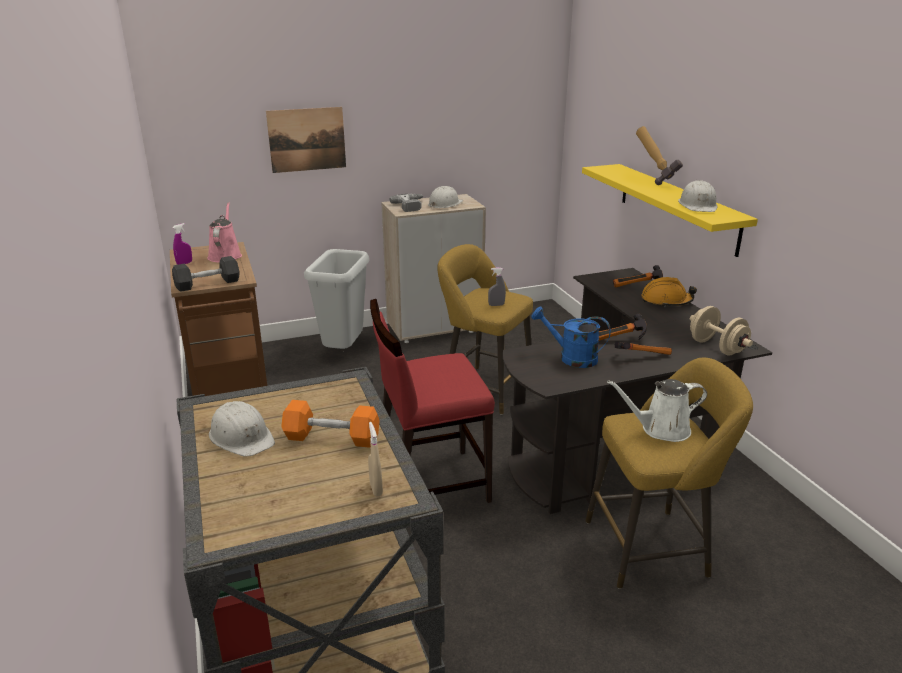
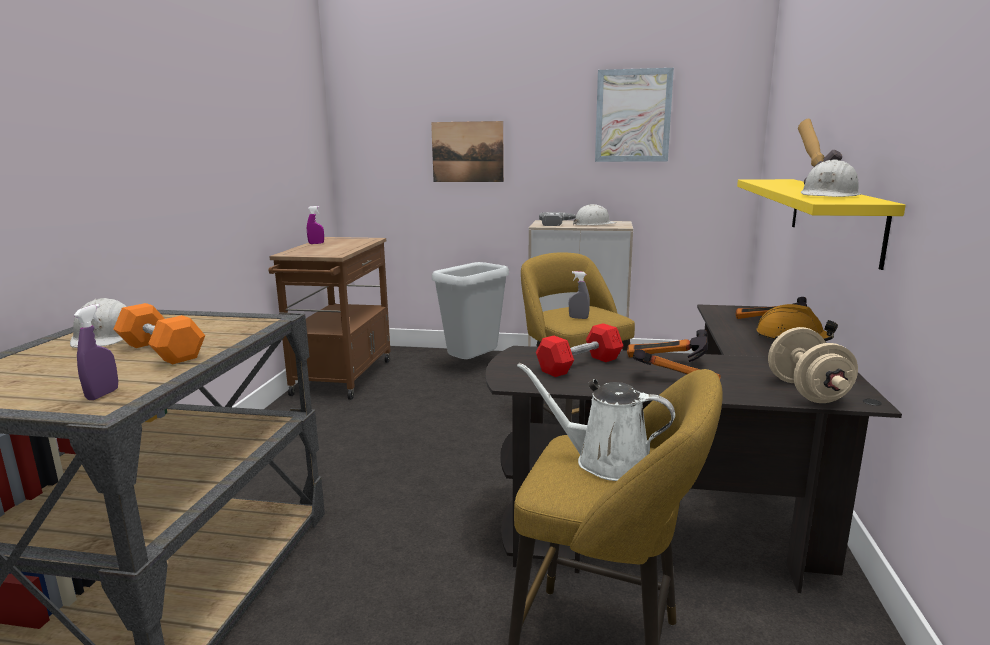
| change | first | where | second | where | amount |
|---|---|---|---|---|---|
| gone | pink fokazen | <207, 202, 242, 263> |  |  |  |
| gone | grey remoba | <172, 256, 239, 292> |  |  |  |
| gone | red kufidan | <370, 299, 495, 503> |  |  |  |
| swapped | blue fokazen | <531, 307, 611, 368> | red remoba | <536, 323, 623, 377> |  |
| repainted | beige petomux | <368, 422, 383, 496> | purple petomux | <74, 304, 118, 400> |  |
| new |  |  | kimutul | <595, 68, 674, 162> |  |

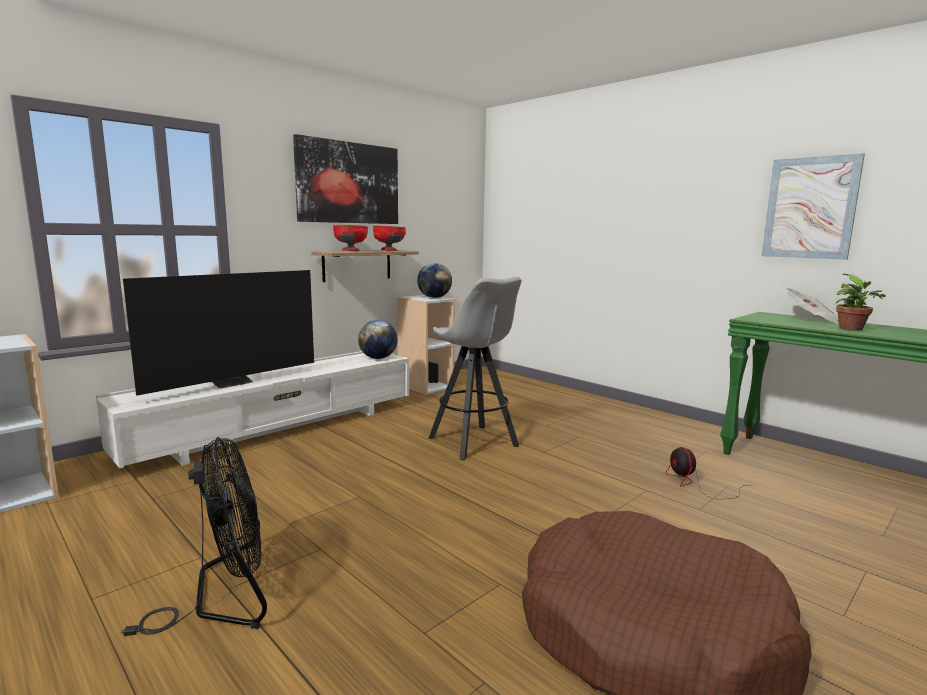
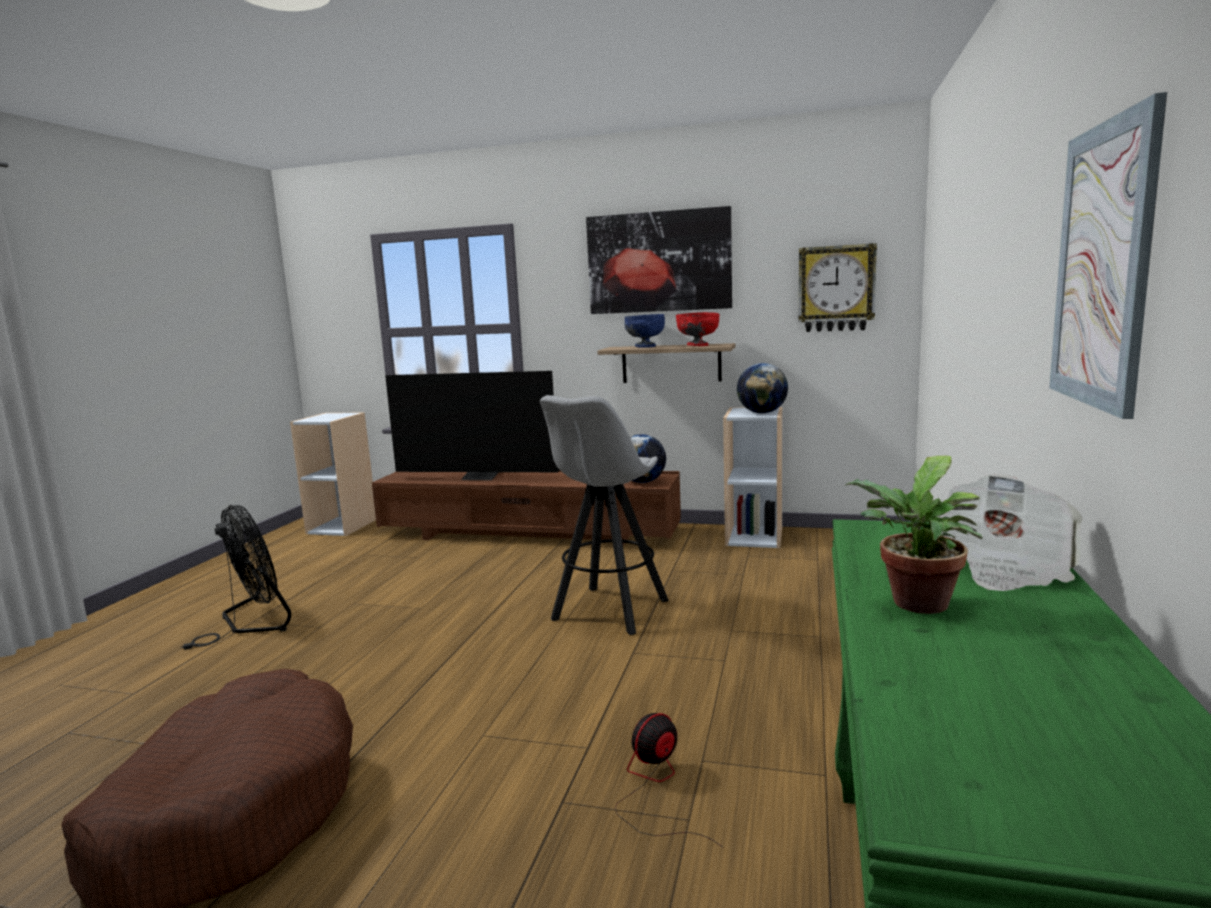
| change | first | where | second | where | amount |
|---|---|---|---|---|---|
| repainted | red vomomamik | <333, 225, 368, 251> | blue vomomamik | <625, 314, 665, 348> |  |
| repainted | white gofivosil | <96, 351, 409, 468> | brown gofivosil | <372, 470, 681, 545> |  |
| rotated | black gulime | <121, 437, 267, 636> |  | <181, 505, 291, 650> | 75 degrees counterclockwise |
| new |  |  | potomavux | <798, 243, 877, 332> |  |

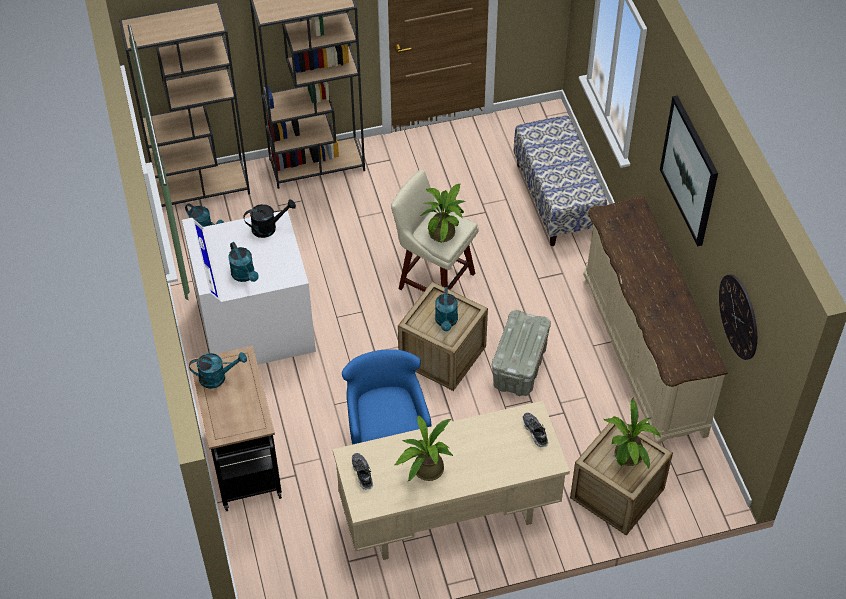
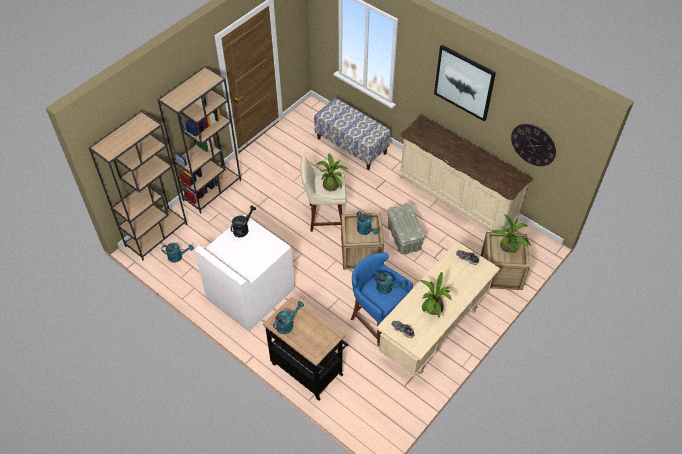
| change | first | where | second | where | amount |
|---|---|---|---|---|---|
| shifted | turquoise fokazen | <228, 242, 259, 282> |  | <373, 272, 407, 294> |  |

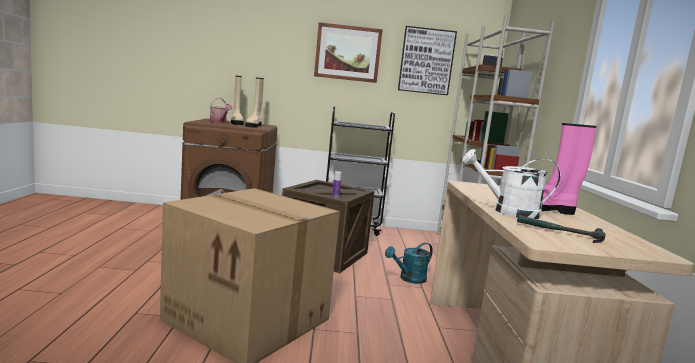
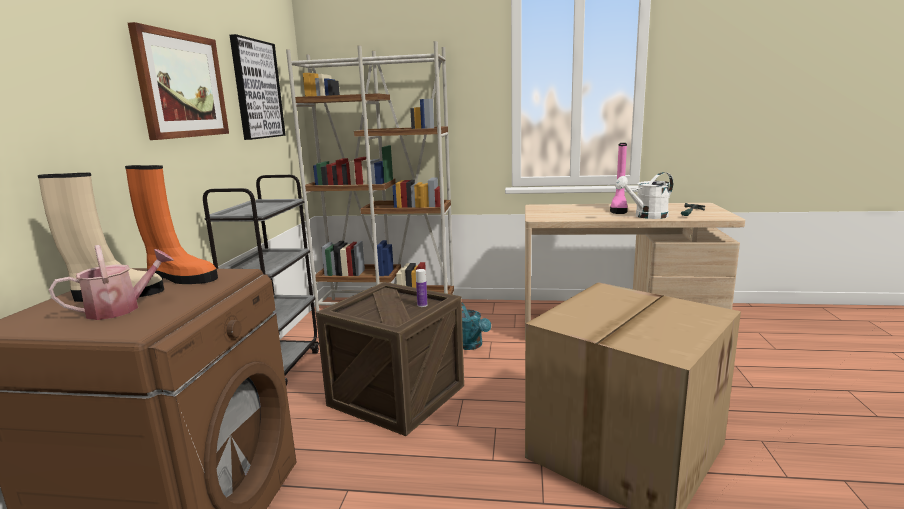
| change | first | where | second | where | amount |
|---|---|---|---|---|---|
| repainted | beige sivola | <245, 77, 264, 128> | orange sivola | <125, 165, 218, 284> |  |
| rotated | white fokazen | <462, 149, 561, 219> |  | <615, 172, 673, 219> | 45 degrees clockwise |

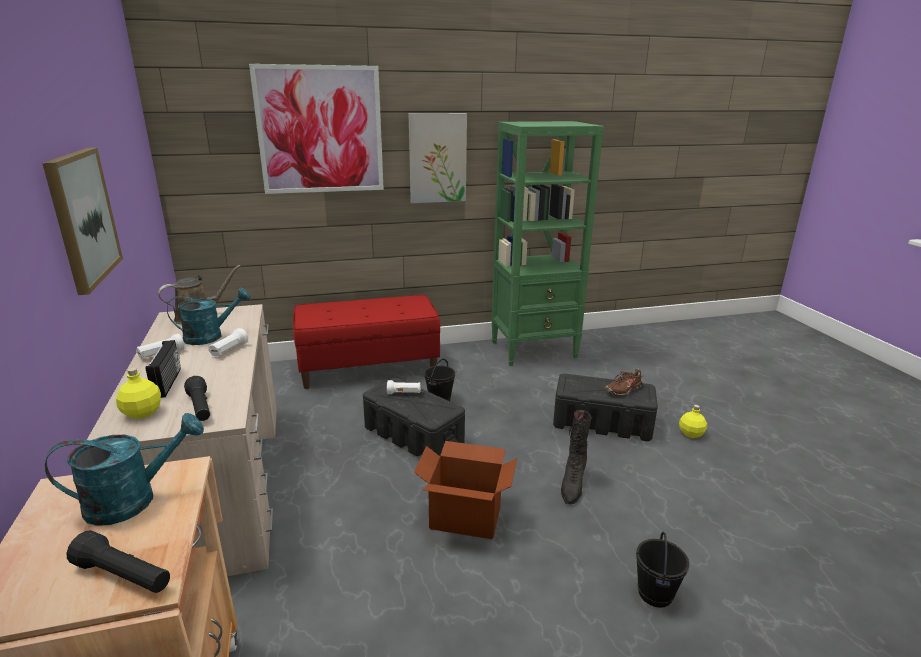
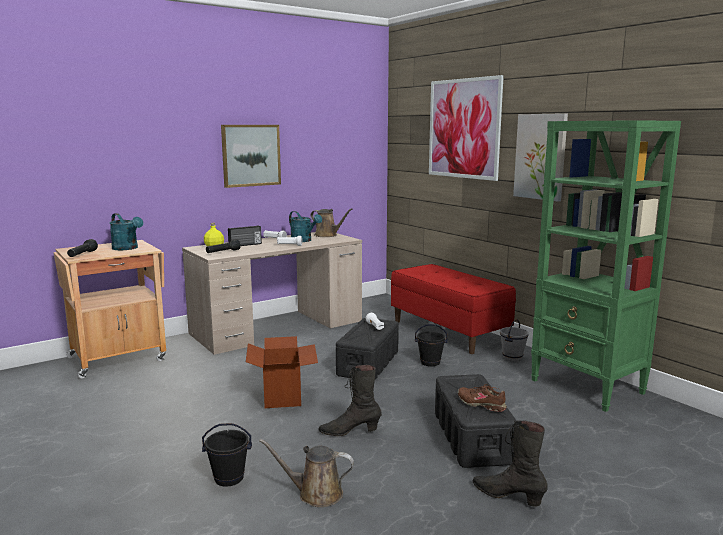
| change | first | where | second | where | amount |
|---|---|---|---|---|---|
| swapped | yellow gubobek | <679, 405, 707, 438> | black sivola | <473, 421, 548, 507> |  |
| new |  |  | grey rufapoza | <500, 319, 529, 361> |  |
| new |  |  | brown fokazen | <259, 439, 354, 507> |  |

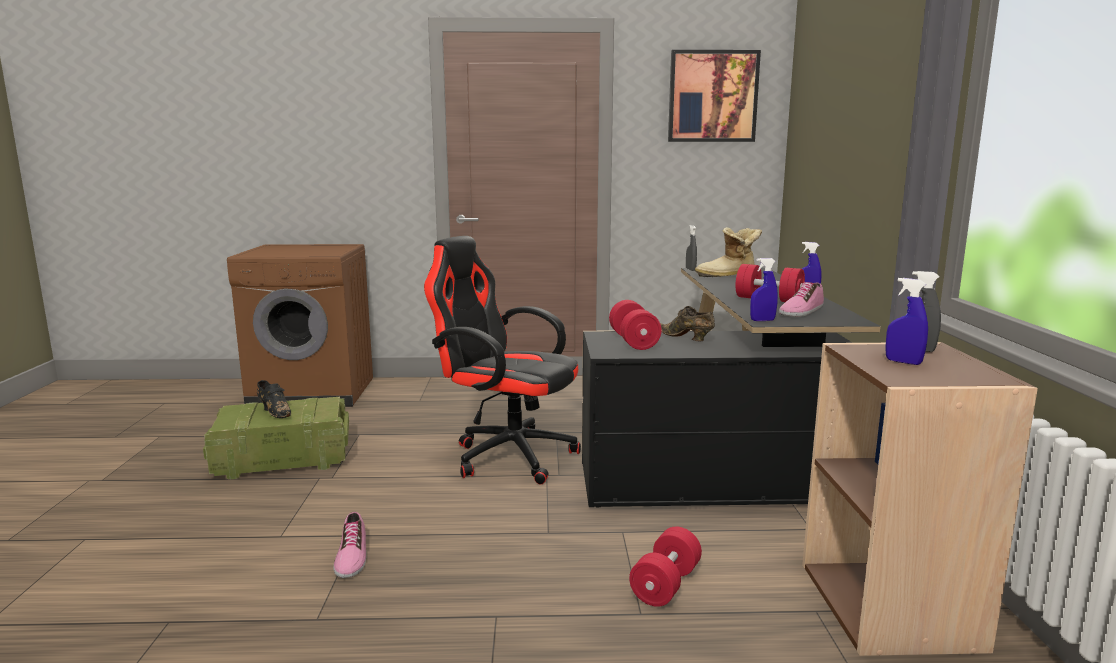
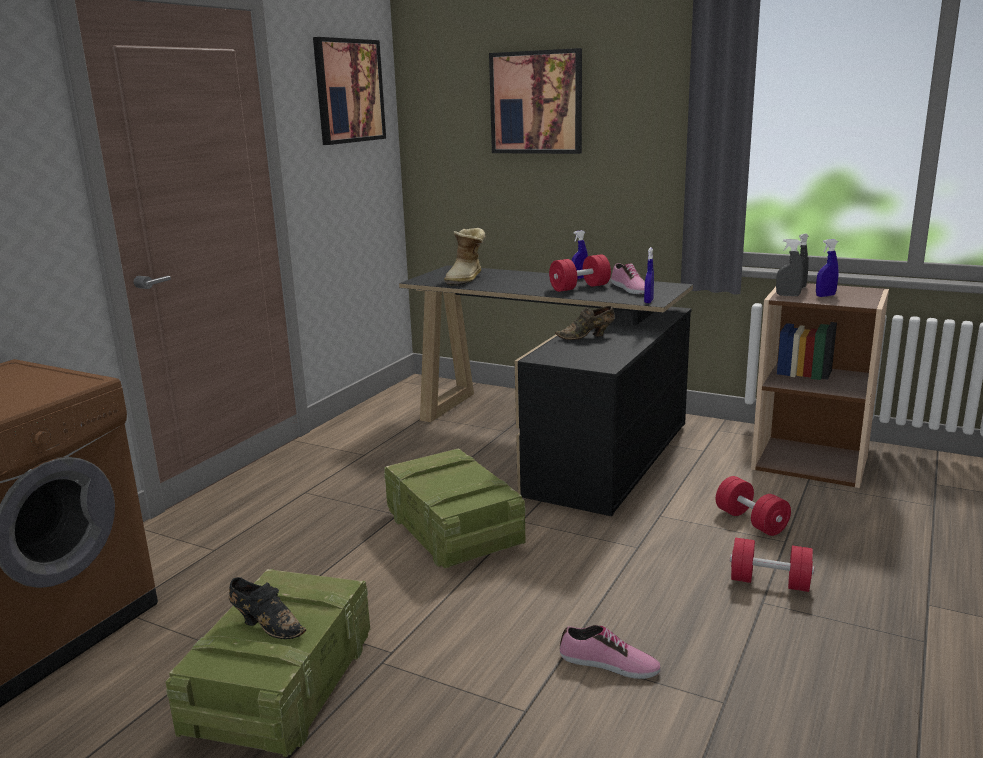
| change | first | where | second | where | amount |
|---|---|---|---|---|---|
| shifted | grey petomux | <686, 225, 697, 271> |  | <776, 239, 803, 296> |  |
| swapped | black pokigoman | <424, 236, 581, 484> | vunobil | <384, 448, 526, 568> |  |
| shifted | red remoba | <609, 300, 662, 350> |  | <730, 538, 814, 592> |  |
| rotated | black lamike | <257, 380, 291, 418> |  | <229, 577, 306, 639> | 45 degrees clockwise |
| new |  |  | kimutul | <489, 48, 582, 154> |  |

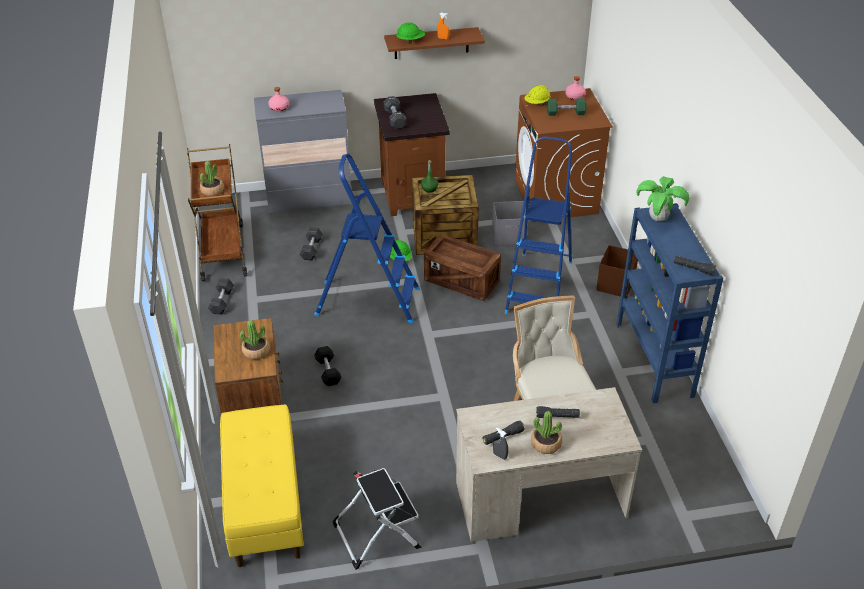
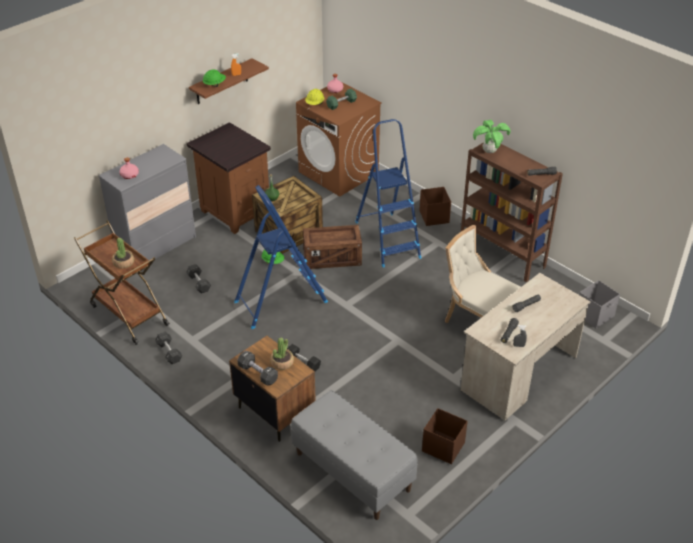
| change | first | where | second | where | amount |
|---|---|---|---|---|---|
| shifted | black remoba | <384, 96, 407, 129> |  | <238, 351, 278, 386> |  |
| shifted | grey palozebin | <492, 201, 528, 246> |  | <579, 280, 620, 328> |  |
| repainted | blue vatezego | <616, 203, 723, 403> | brown vatezego | <461, 142, 563, 282> |  |
| repainted | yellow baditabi | <220, 404, 304, 567> | grey baditabi | <291, 390, 418, 520> |  |
| gone | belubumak | <531, 411, 562, 454> |  |  |  |
| swapped | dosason | <332, 468, 421, 570> | brown palozebin | <422, 408, 468, 464> |  |

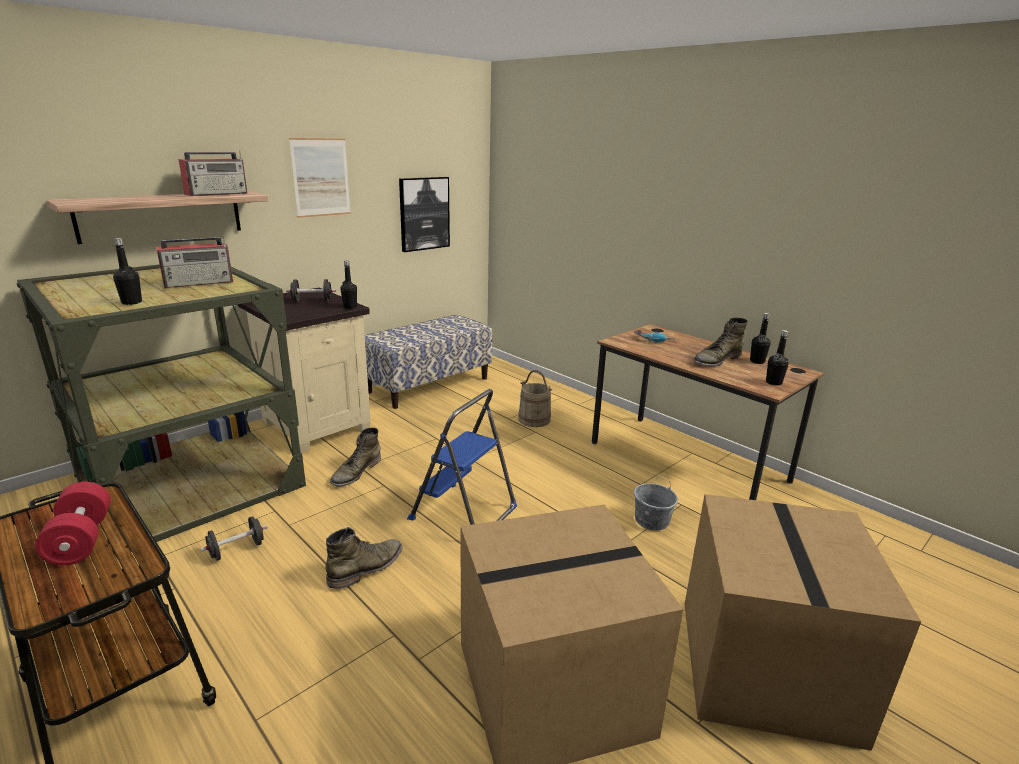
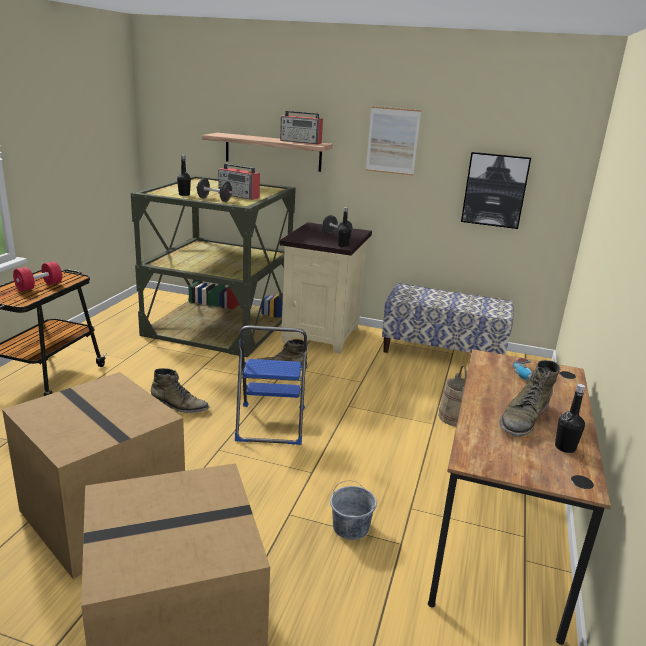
| change | first | where | second | where | amount |
|---|---|---|---|---|---|
| rotated | green sivola | <693, 317, 748, 367> |  | <499, 360, 560, 437> | 75 degrees counterclockwise |
| gone | black gubobek | <766, 330, 789, 385> |  |  |  |
| shifted | black remoba | <200, 516, 268, 561> |  | <196, 178, 233, 202> |  |

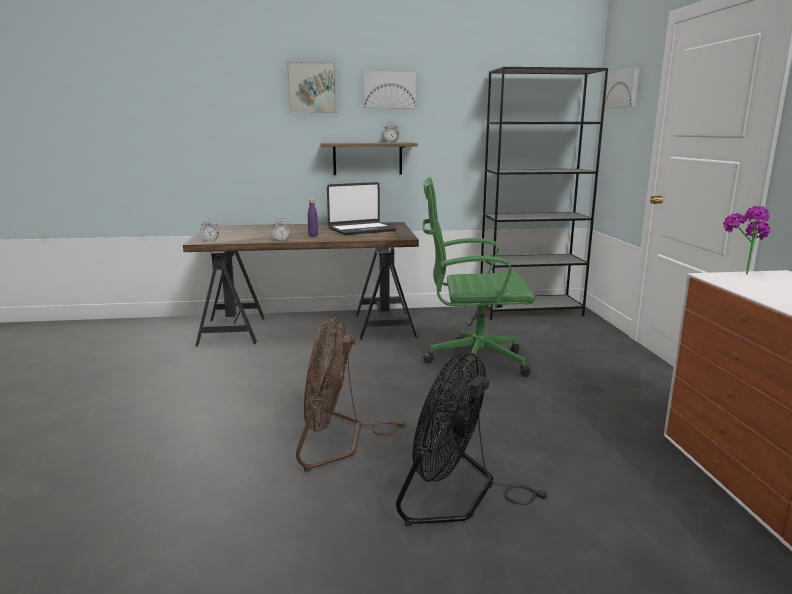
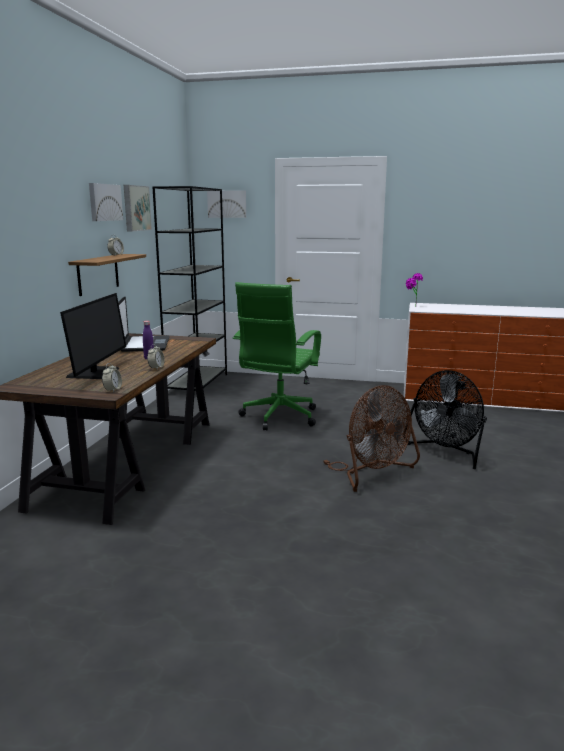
| change | first | where | second | where | amount |
|---|---|---|---|---|---|
| shifted | kimutul | <287, 62, 337, 113> |  | <124, 185, 152, 232> |  |
| rotated | brown gulime | <296, 318, 407, 472> |  | <324, 385, 420, 492> | 60 degrees counterclockwise |
| new |  |  | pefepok | <60, 293, 126, 379> |  |

